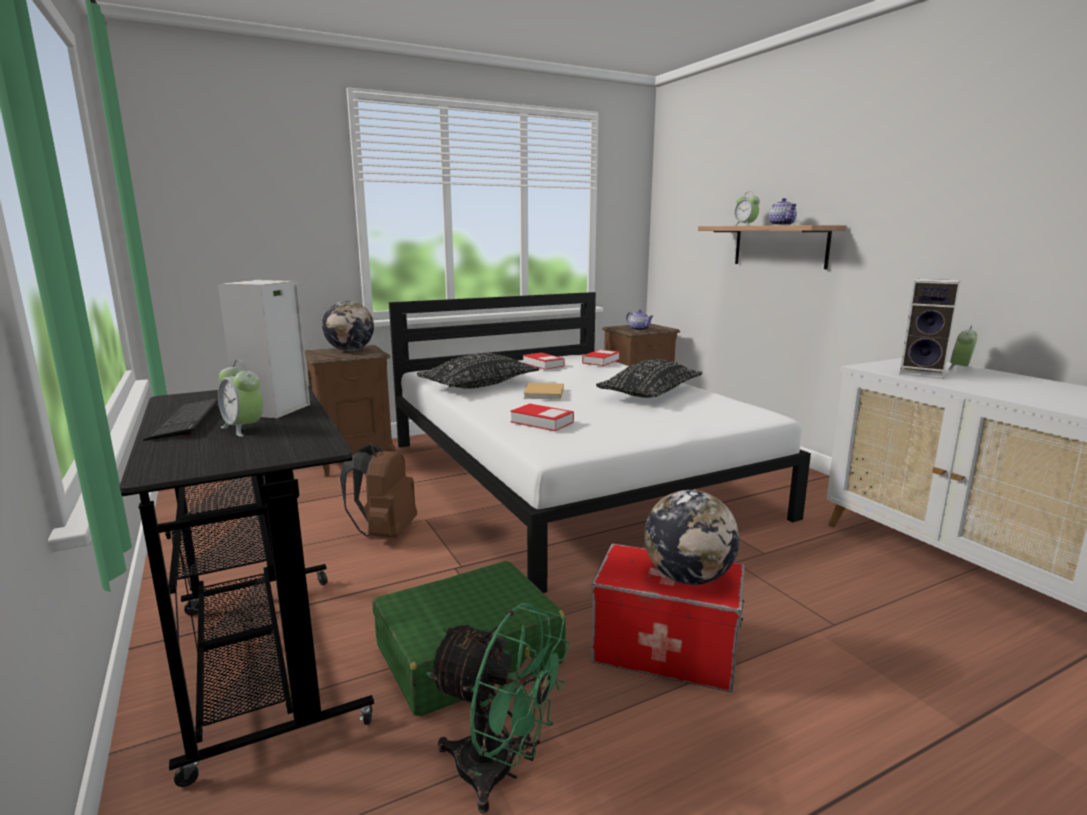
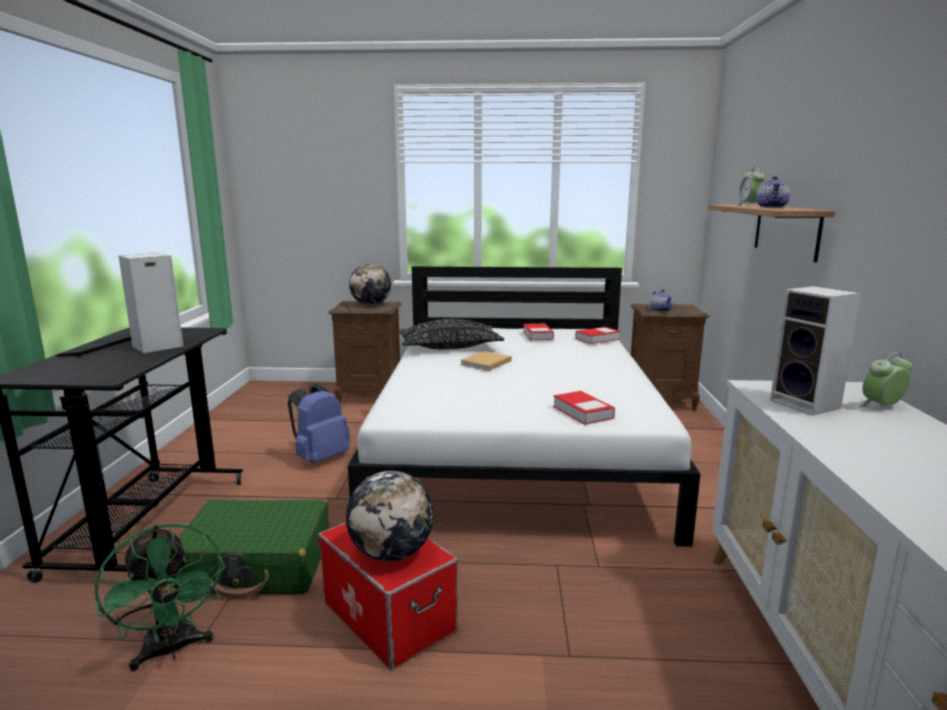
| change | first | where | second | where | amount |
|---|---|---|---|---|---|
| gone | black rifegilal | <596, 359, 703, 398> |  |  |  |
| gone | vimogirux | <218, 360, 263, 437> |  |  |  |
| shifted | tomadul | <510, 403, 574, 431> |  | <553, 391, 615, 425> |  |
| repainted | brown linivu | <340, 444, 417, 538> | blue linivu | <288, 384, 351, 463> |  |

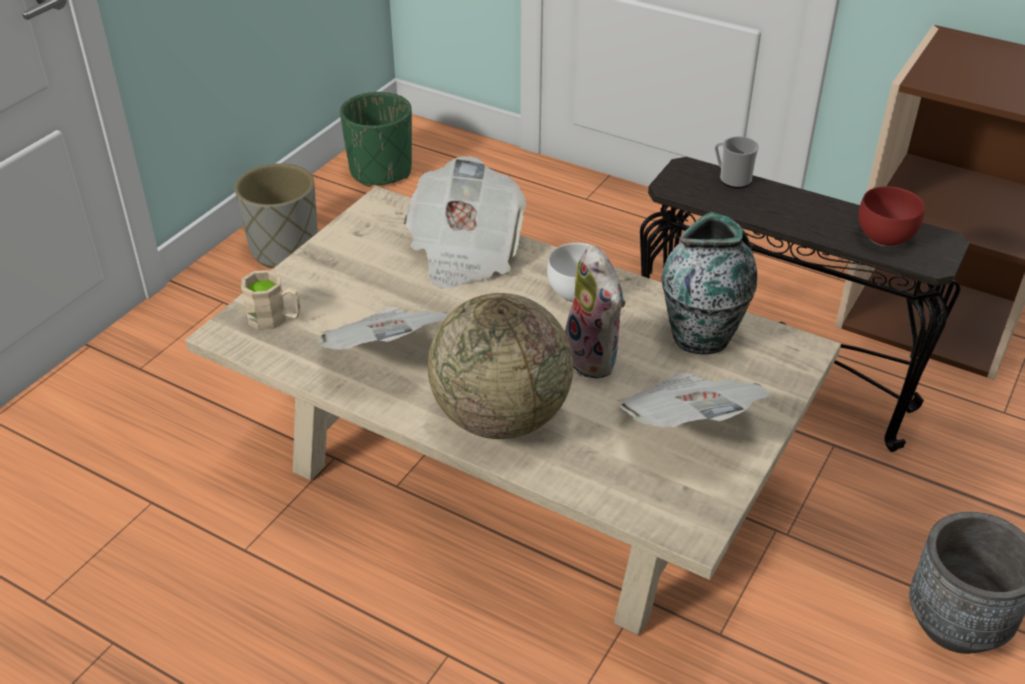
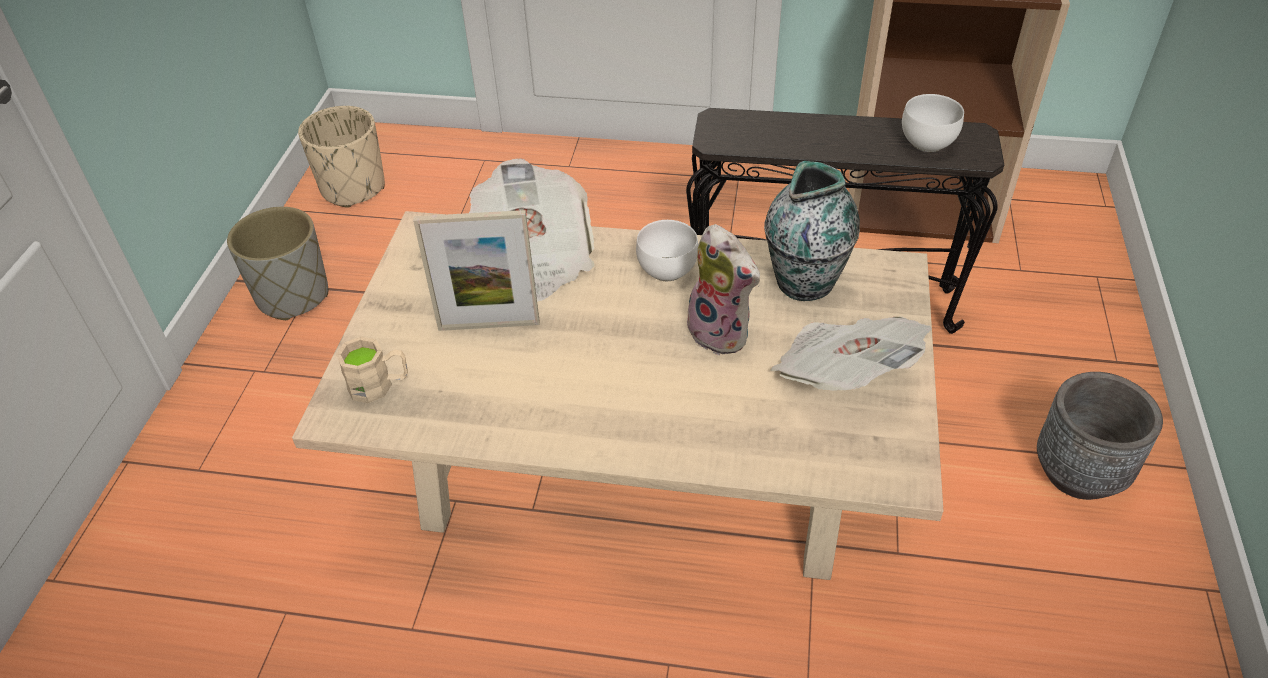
| change | first | where | second | where | amount |
|---|---|---|---|---|---|
| repainted | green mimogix | <340, 92, 412, 187> | beige mimogix | <298, 106, 385, 208> |  |
| gone | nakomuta | <715, 136, 759, 188> |  |  |  |
| repainted | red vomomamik | <859, 186, 925, 247> | white vomomamik | <902, 94, 964, 152> |  |
| gone | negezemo | <428, 293, 573, 439> |  |  |  |
| gone | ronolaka | <318, 307, 448, 350> |  |  |  |
| new |  |  | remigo | <413, 210, 540, 331> |  |

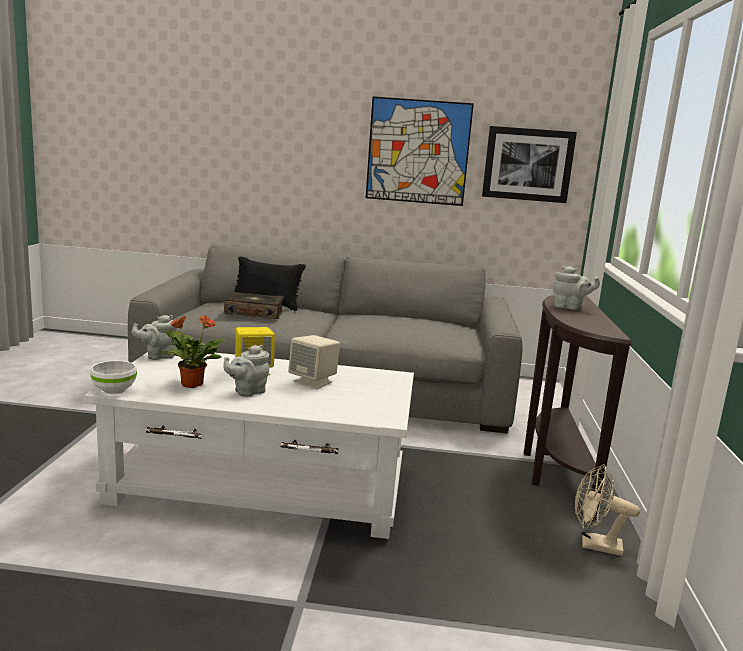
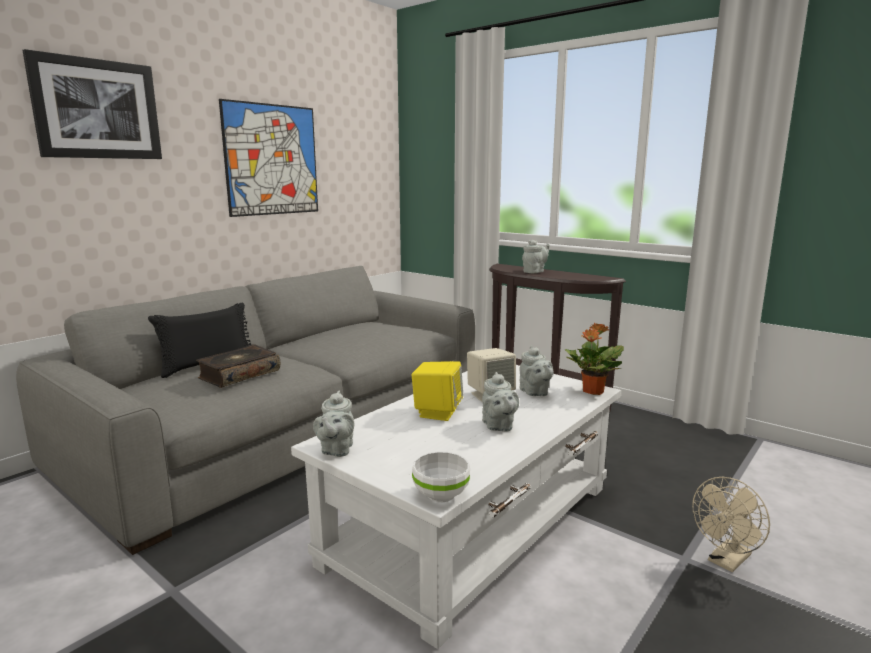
| change | first | where | second | where | amount |
|---|---|---|---|---|---|
| shifted | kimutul | <482, 126, 577, 203> |  | <22, 49, 162, 159> |  |
| shifted | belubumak | <159, 315, 225, 388> |  | <564, 323, 624, 395> |  |
| shifted | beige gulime | <575, 464, 640, 556> |  | <692, 477, 770, 572> |  |
| new |  |  | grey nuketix | <519, 346, 554, 396> |  |

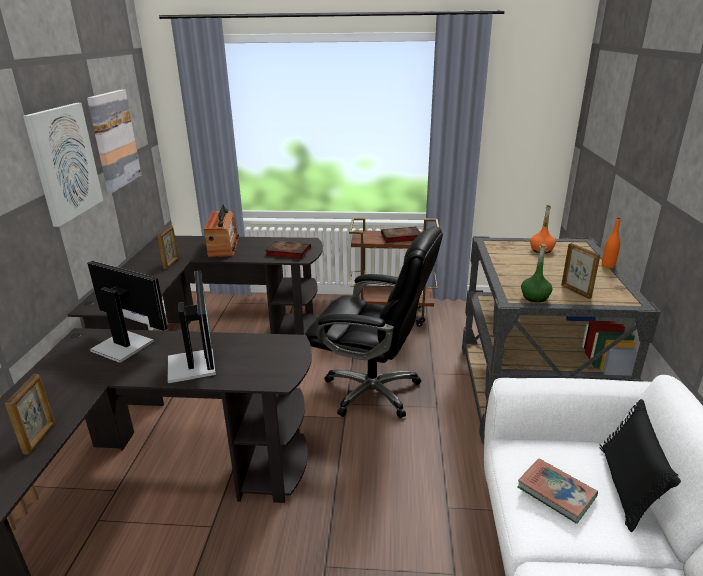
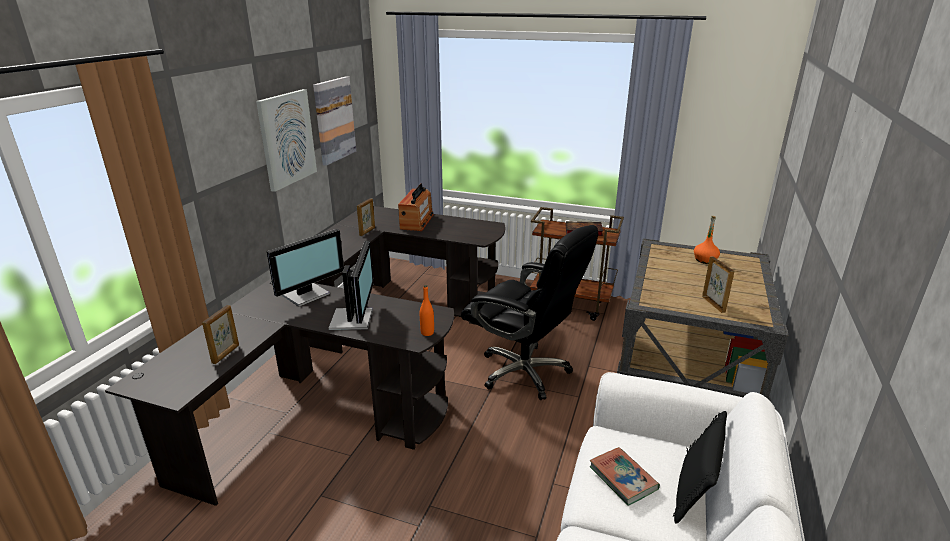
| change | first | where | second | where | amount |
|---|---|---|---|---|---|
| shifted | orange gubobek | <602, 217, 621, 268> |  | <420, 285, 434, 336> |  |
| gone | tomadul | <265, 241, 311, 259> |  |  |  |
| gone | green gubobek | <521, 244, 552, 302> |  |  |  |
| rotated | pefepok | <87, 261, 167, 363> |  | <267, 229, 344, 307> | 90 degrees clockwise |

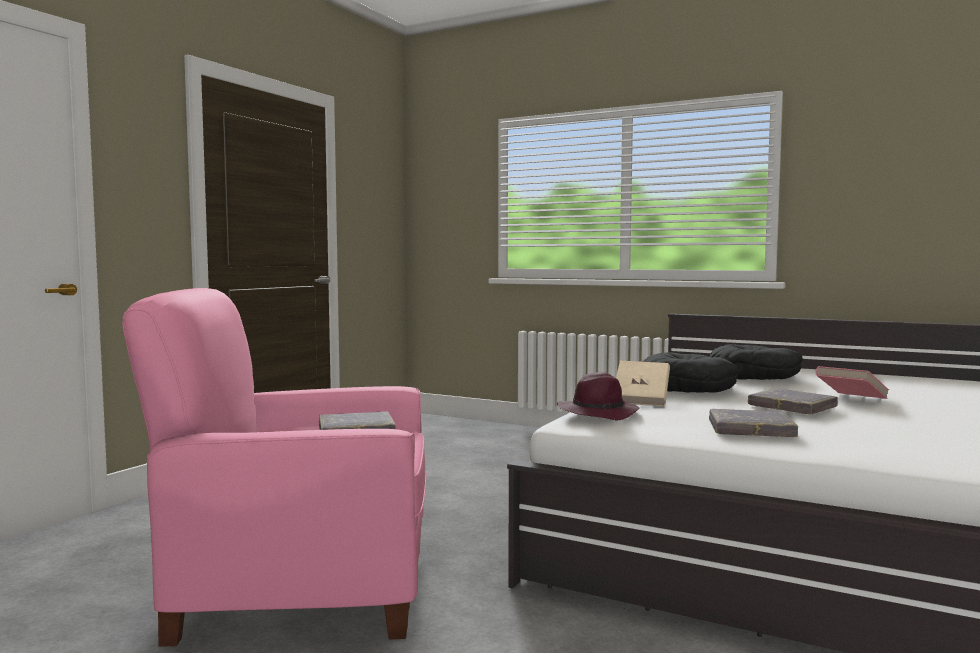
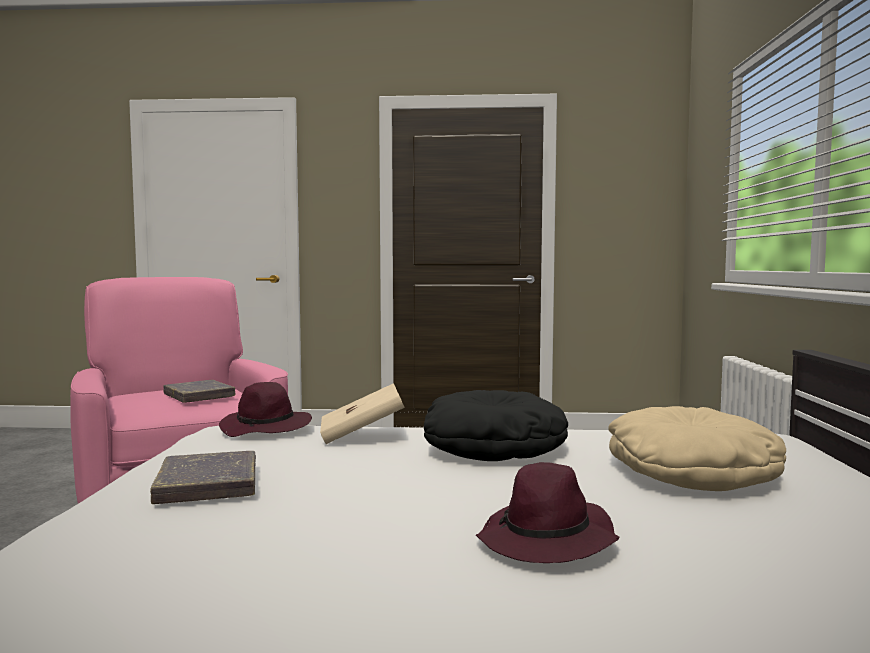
| change | first | where | second | where | amount |
|---|---|---|---|---|---|
| repainted | black rifegilal | <709, 344, 803, 380> | beige rifegilal | <608, 406, 786, 491> |  |
| swapped | pink tomadul | <815, 366, 889, 399> | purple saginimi | <476, 462, 619, 563> |  |
| gone | grey tomadul | <748, 388, 838, 414> |  |  |  |

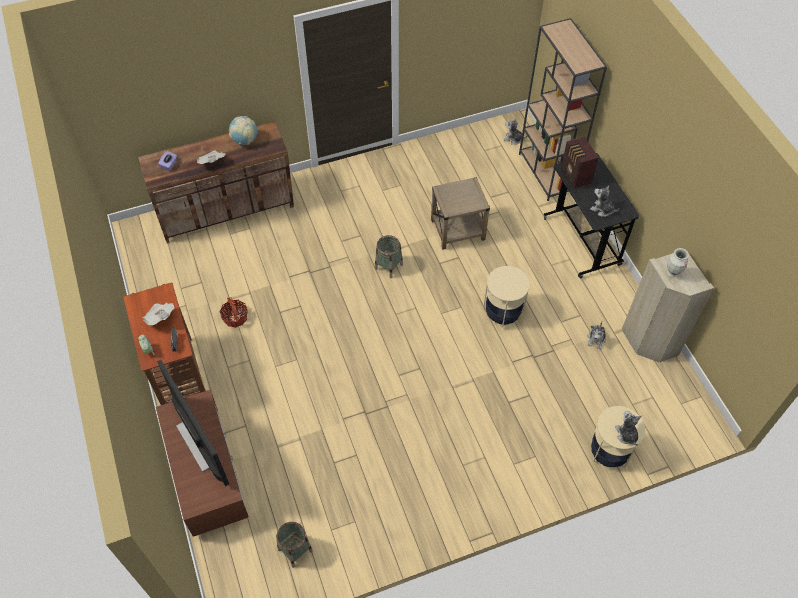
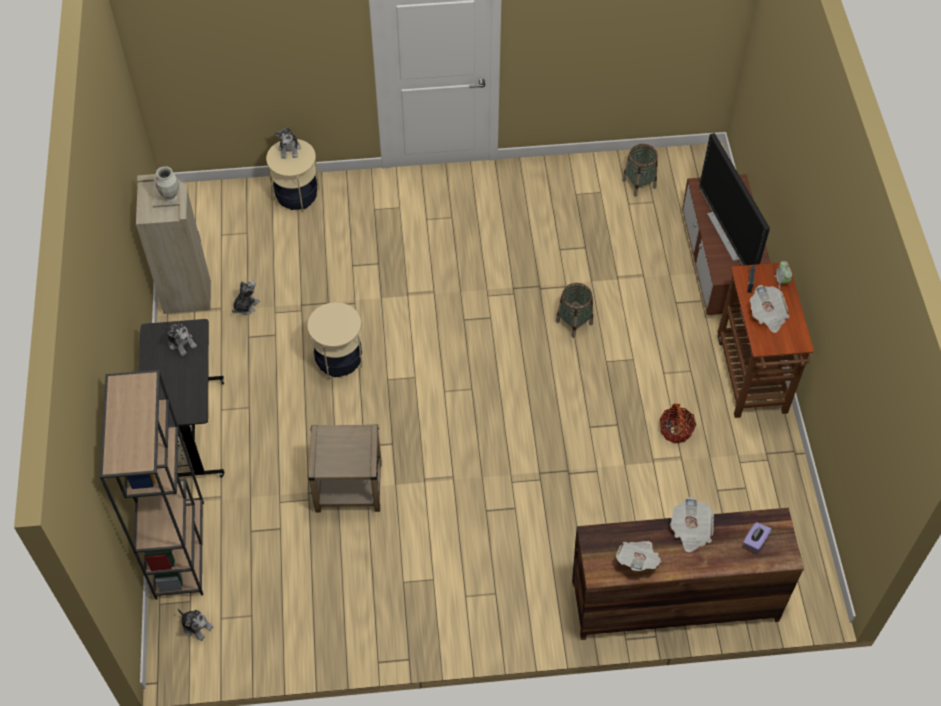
| change | first | where | second | where | amount |
|---|---|---|---|---|---|
| swapped | negezemo | <229, 116, 257, 145> | ronolaka | <616, 541, 662, 571> |  |
| gone | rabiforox | <561, 136, 599, 189> |  |  |  |
| shifted | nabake | <375, 235, 403, 278> |  | <556, 283, 593, 338> |  |

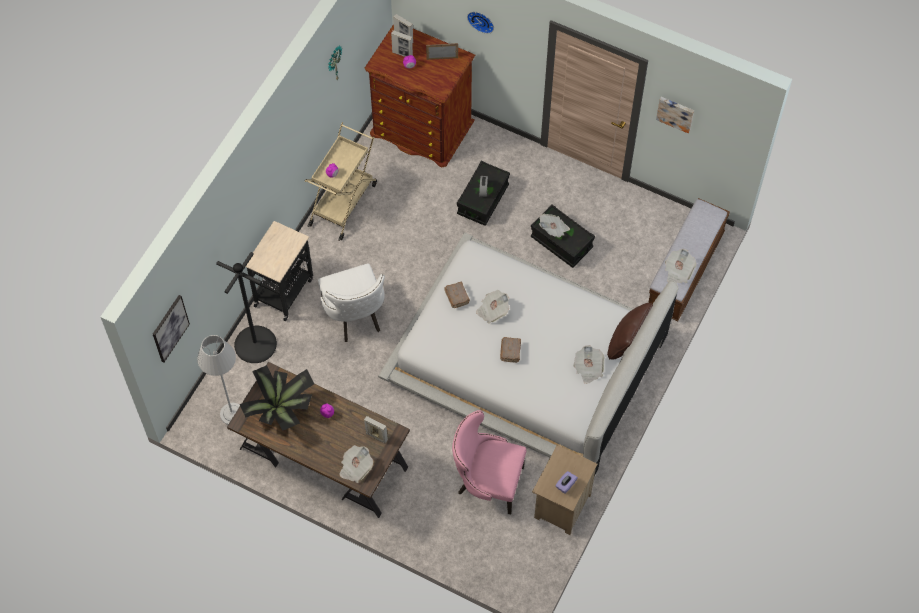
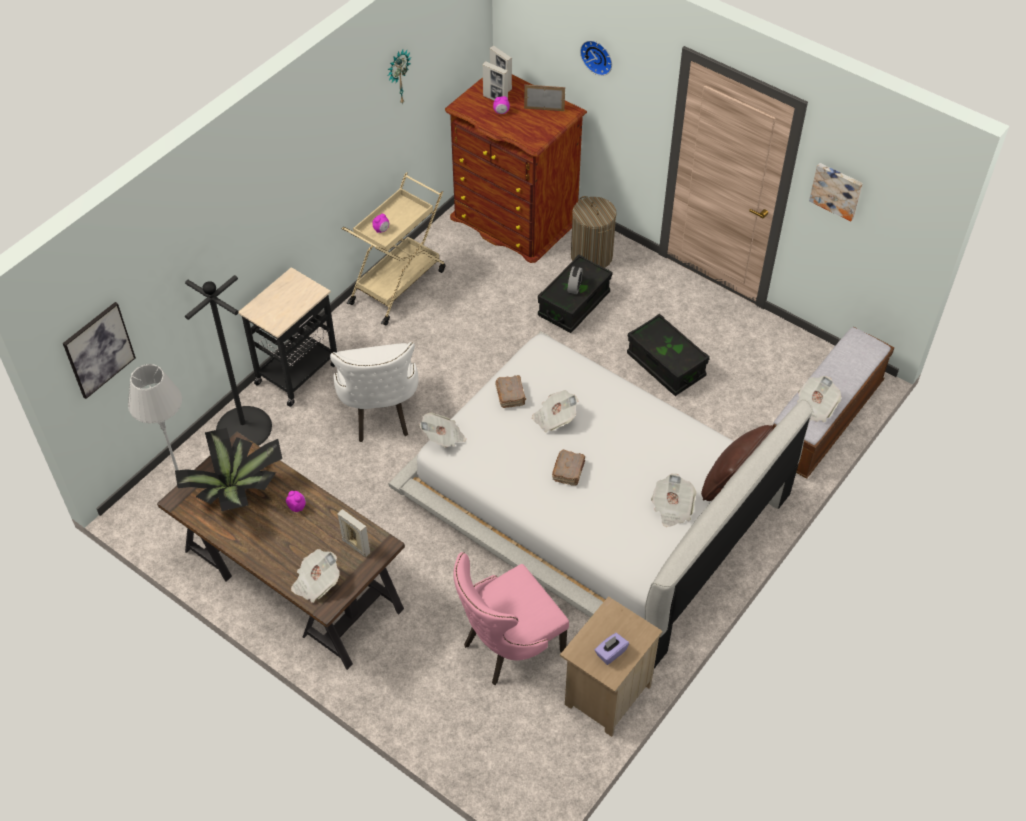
| change | first | where | second | where | amount |
|---|---|---|---|---|---|
| shifted | ronolaka | <539, 214, 570, 238> |  | <419, 412, 466, 448> |  |
| rotated | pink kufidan | <452, 410, 526, 514> |  | <453, 552, 569, 685> | 60 degrees counterclockwise |
| new |  |  | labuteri | <571, 196, 617, 268> |  |

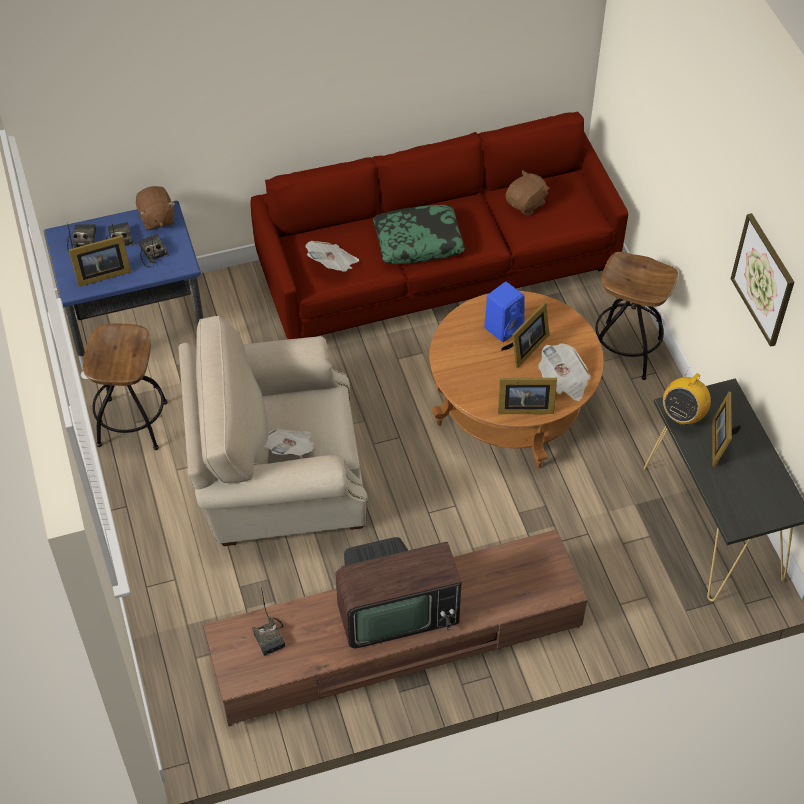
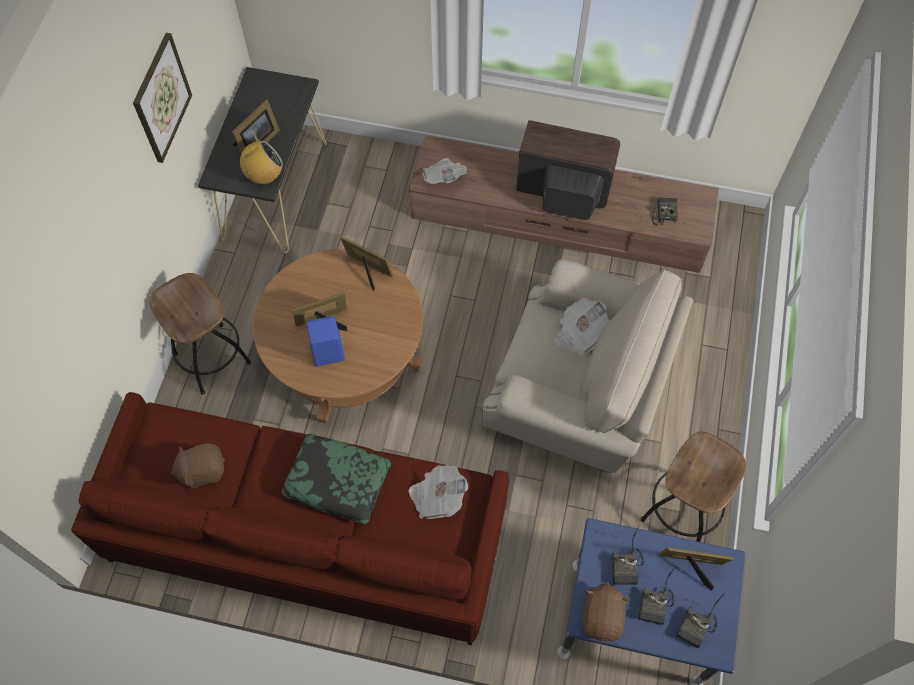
| change | first | where | second | where | amount |
|---|---|---|---|---|---|
| shifted | ronolaka | <539, 343, 591, 401> |  | <423, 158, 467, 184> |  |

